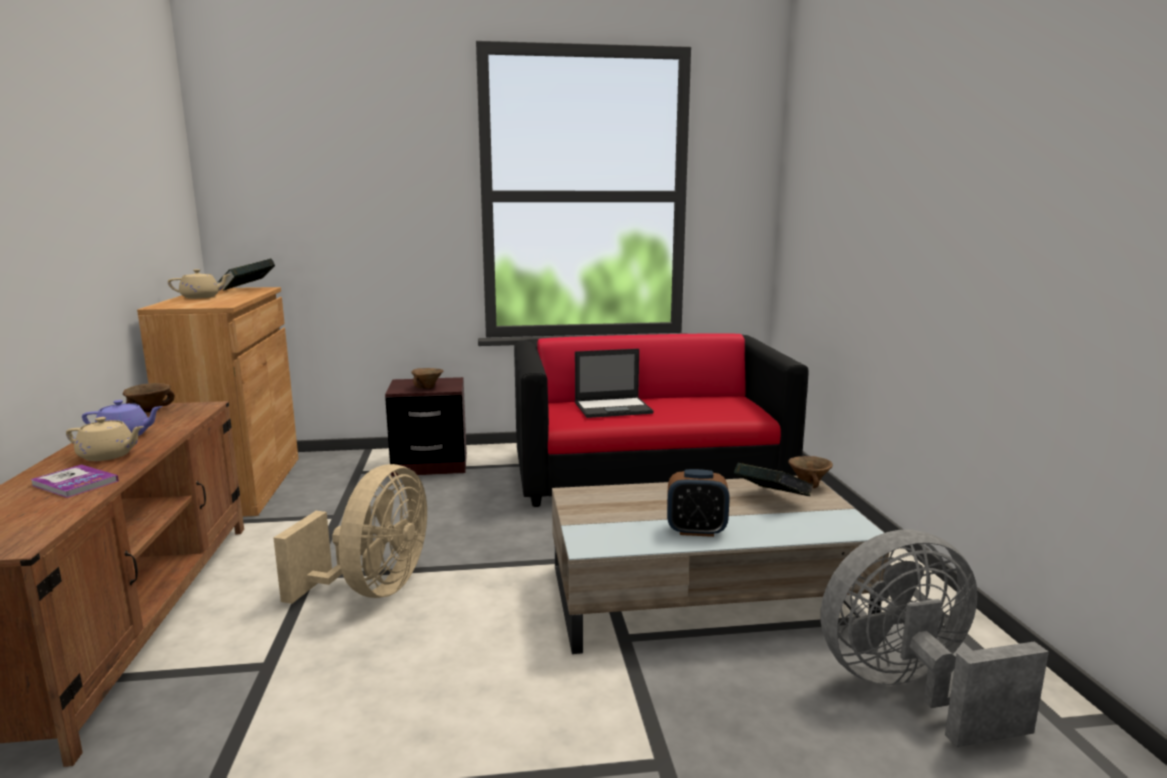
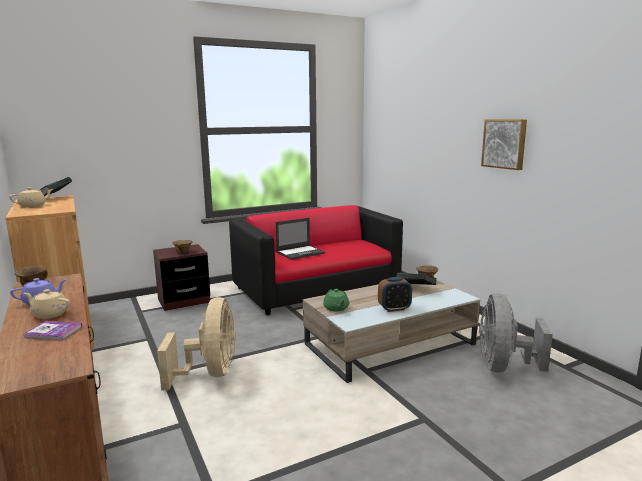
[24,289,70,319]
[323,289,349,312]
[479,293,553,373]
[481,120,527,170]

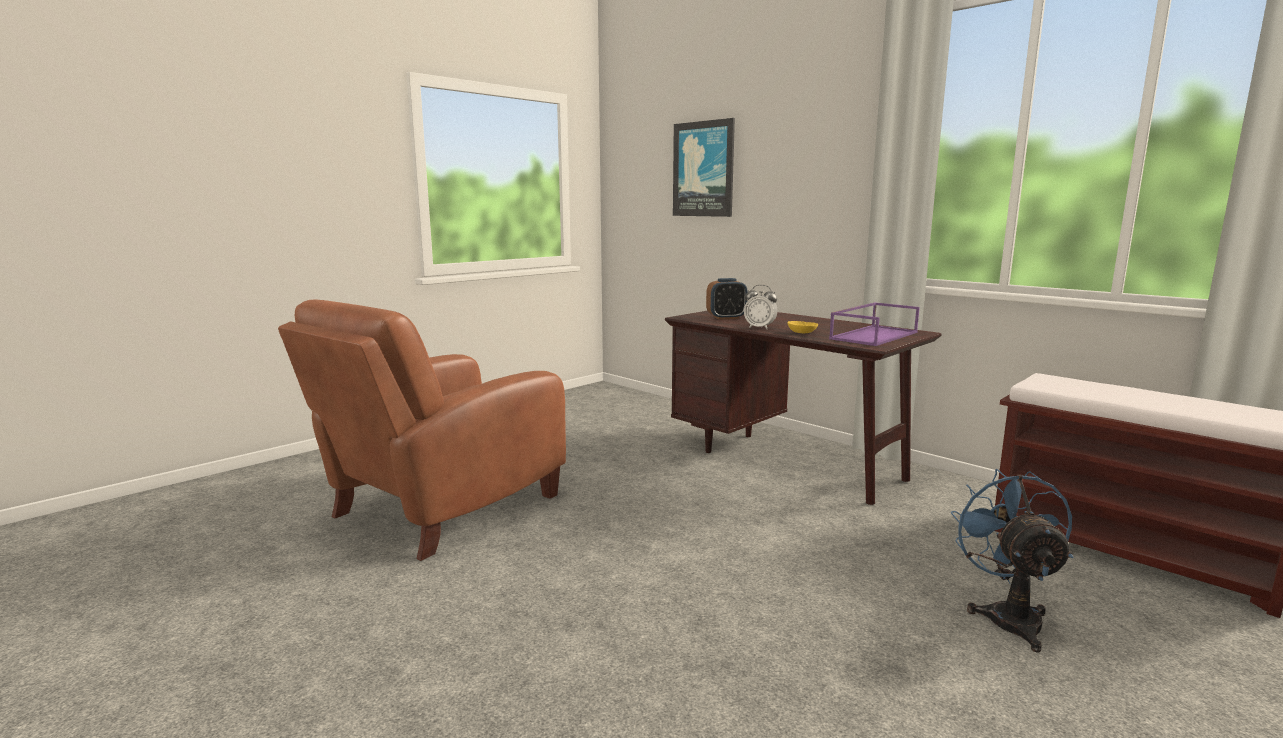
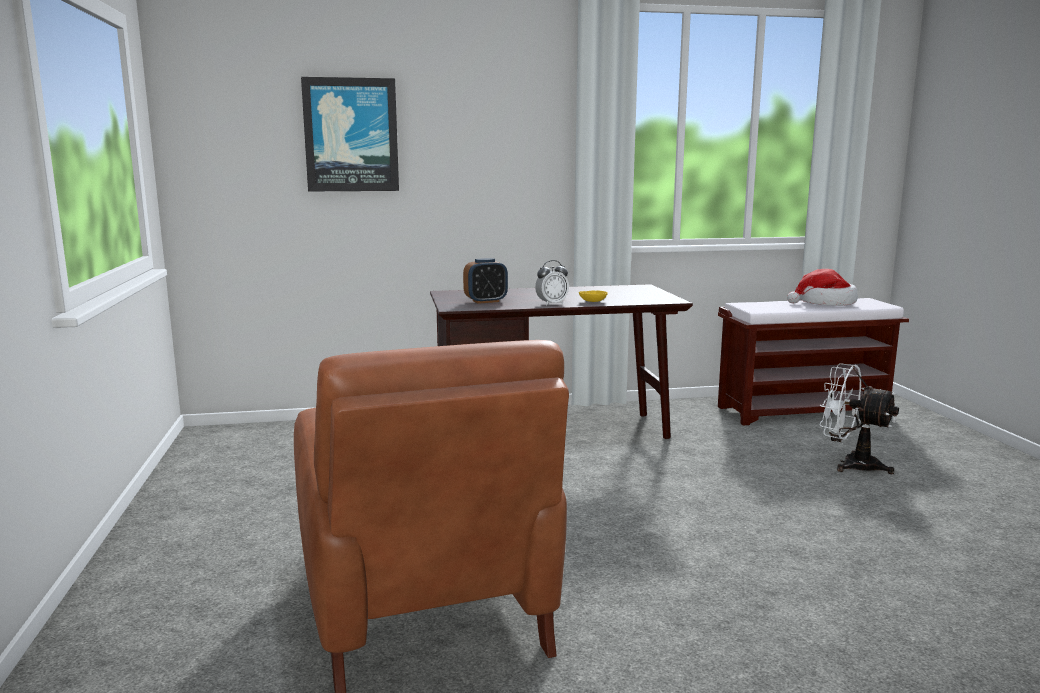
[463,258,508,304]
[787,269,858,306]
[820,363,899,474]
[829,302,920,346] (first image)

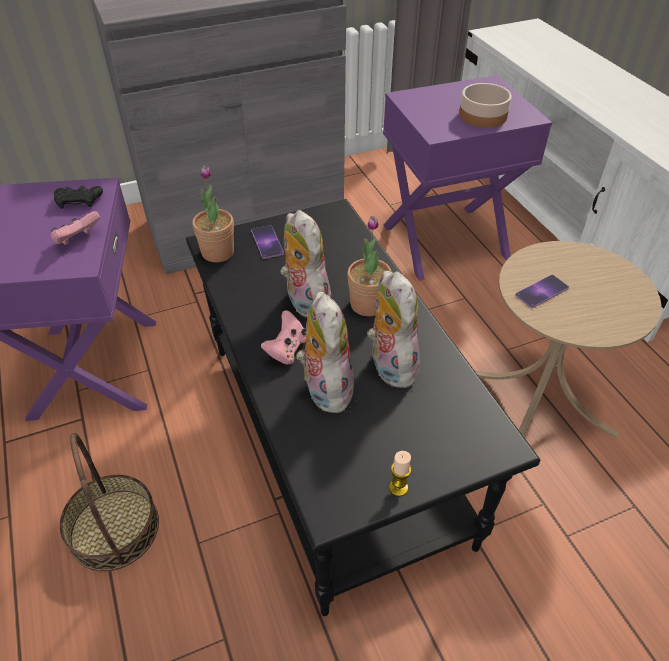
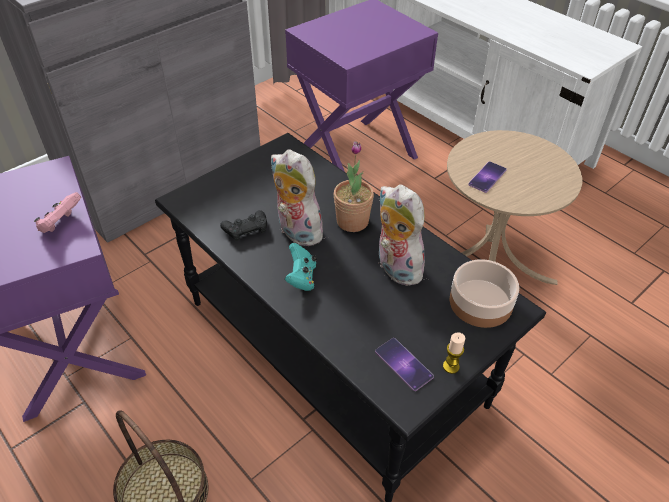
[220,210,267,241]
[285,243,317,291]
[375,338,434,391]
[450,259,519,328]
[192,166,234,263] (first image)
[296,292,354,413] (first image)

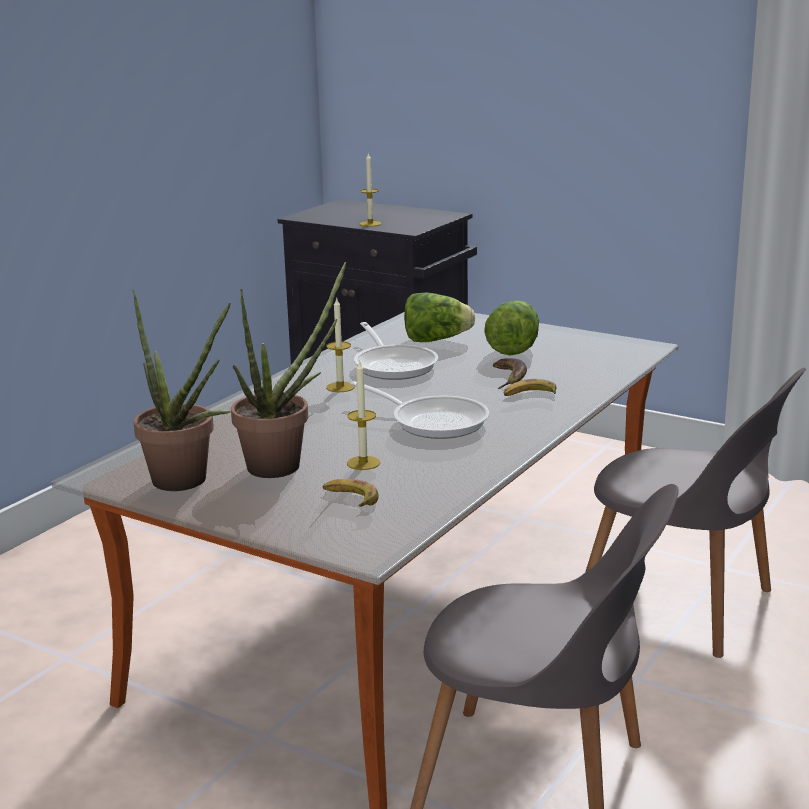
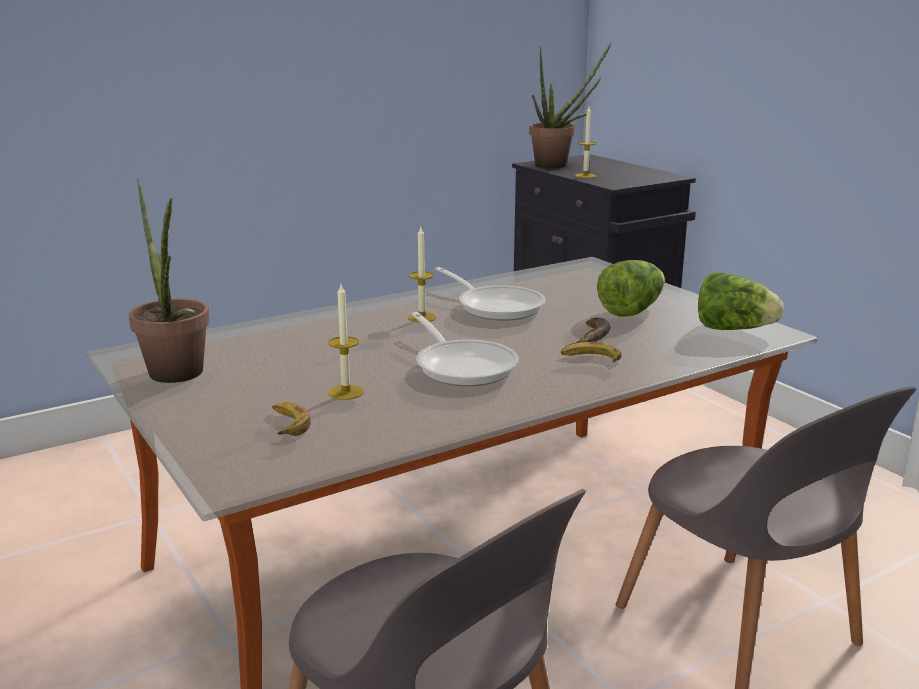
[435,267,546,321]
[529,43,611,168]
[698,272,784,330]

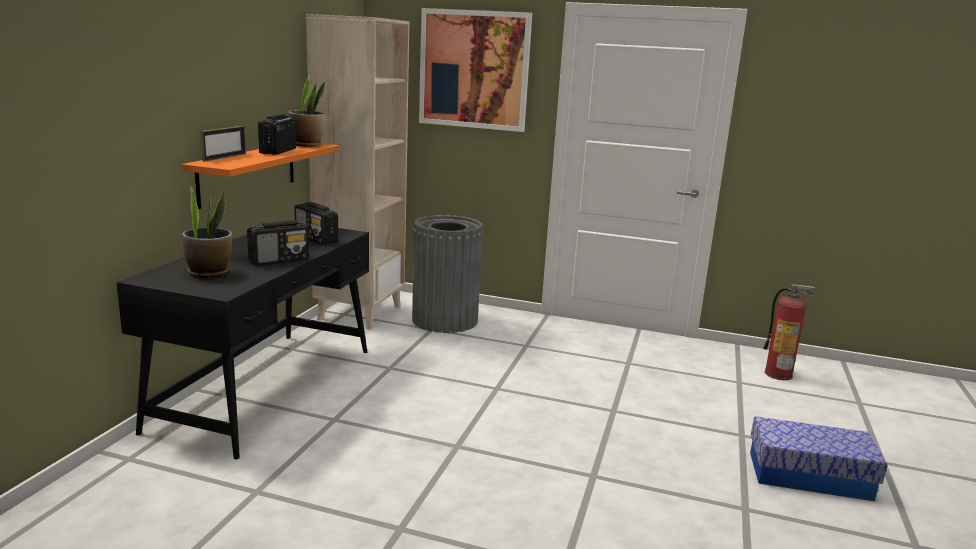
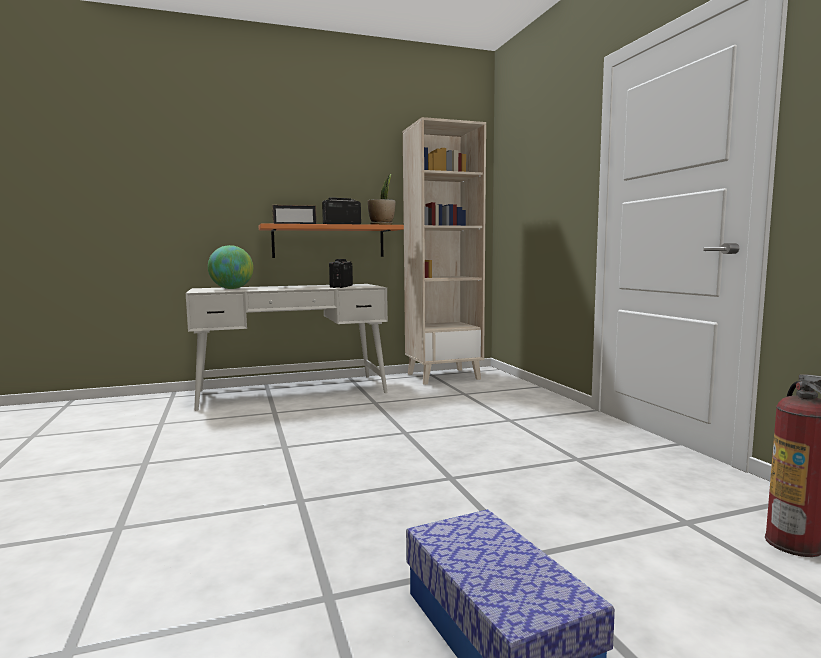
[186,284,388,411]
[208,245,253,289]
[247,220,309,266] (first image)
[412,215,483,333] (first image)
[419,8,532,132] (first image)

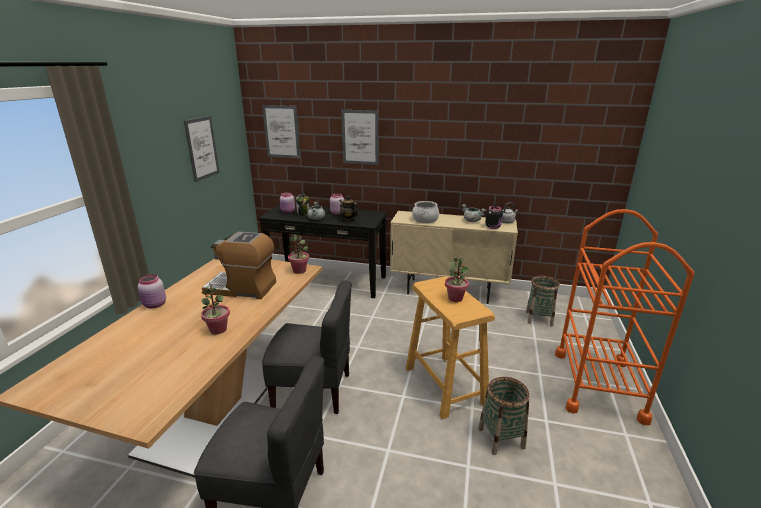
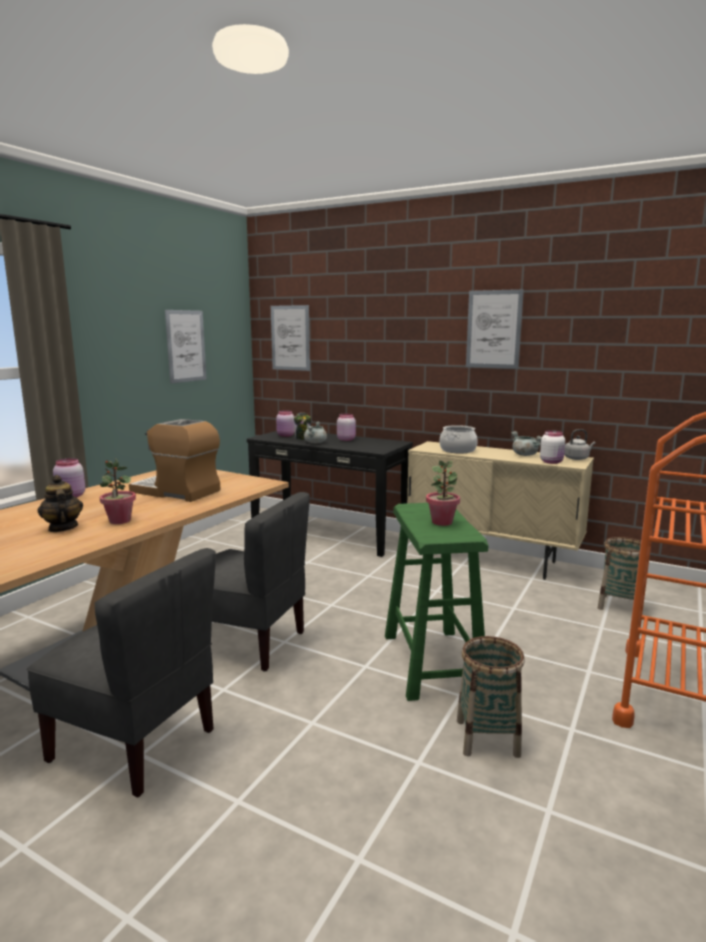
[37,475,83,532]
[385,503,489,701]
[466,289,524,369]
[540,430,565,464]
[288,234,309,274] (first image)

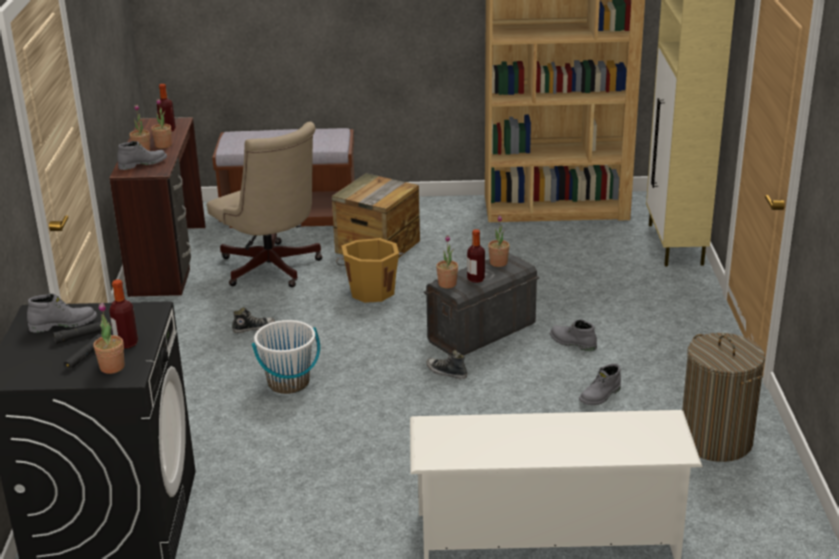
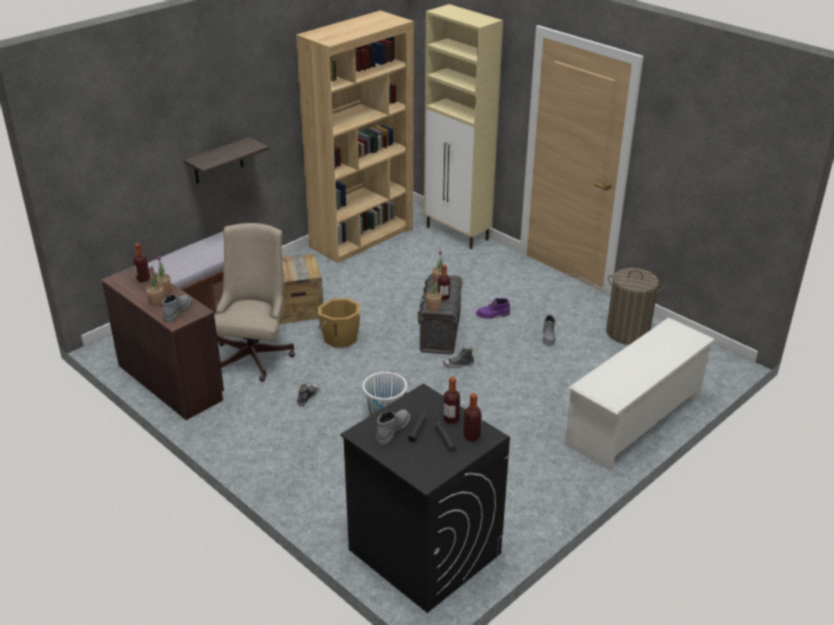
[184,137,269,184]
[214,223,295,382]
[464,393,482,441]
[476,298,510,319]

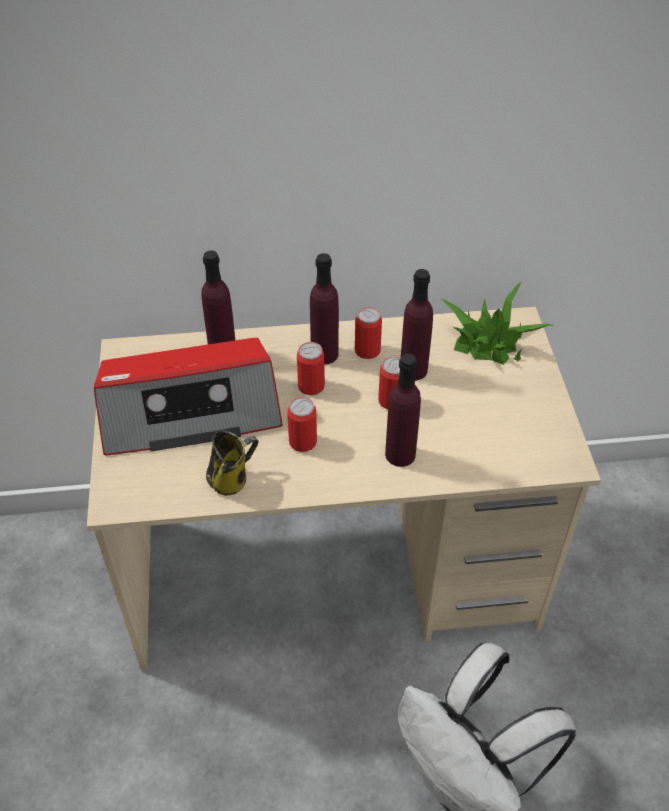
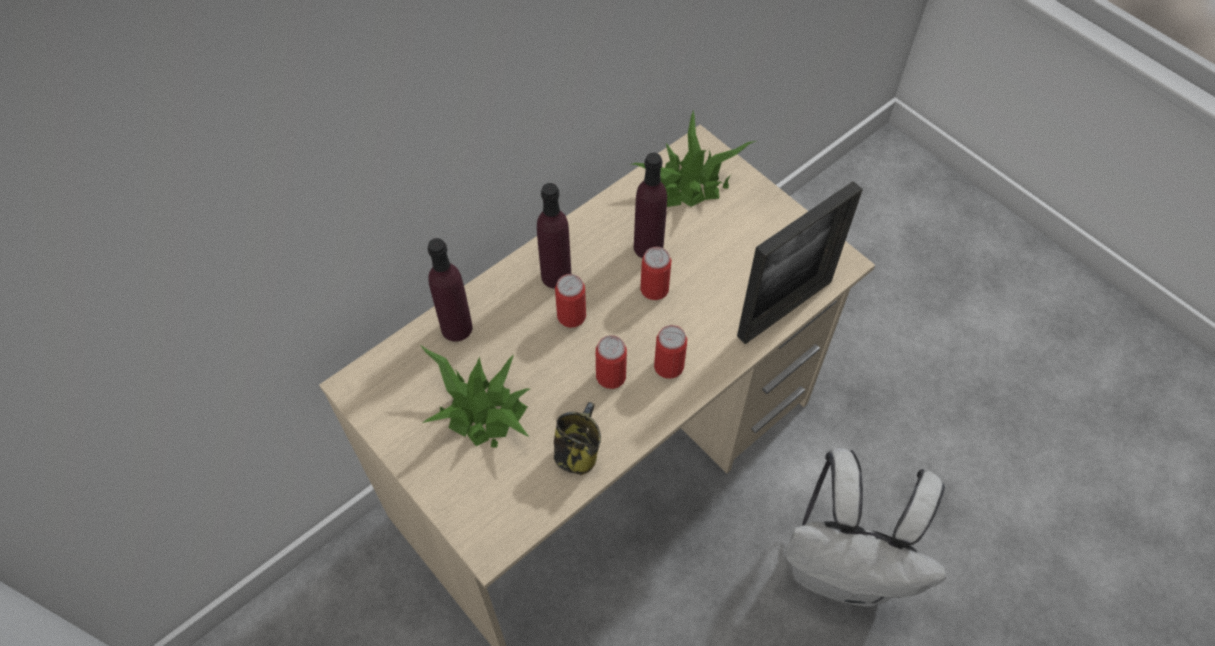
[420,345,530,448]
[654,325,687,379]
[737,181,863,344]
[385,354,421,467] (first image)

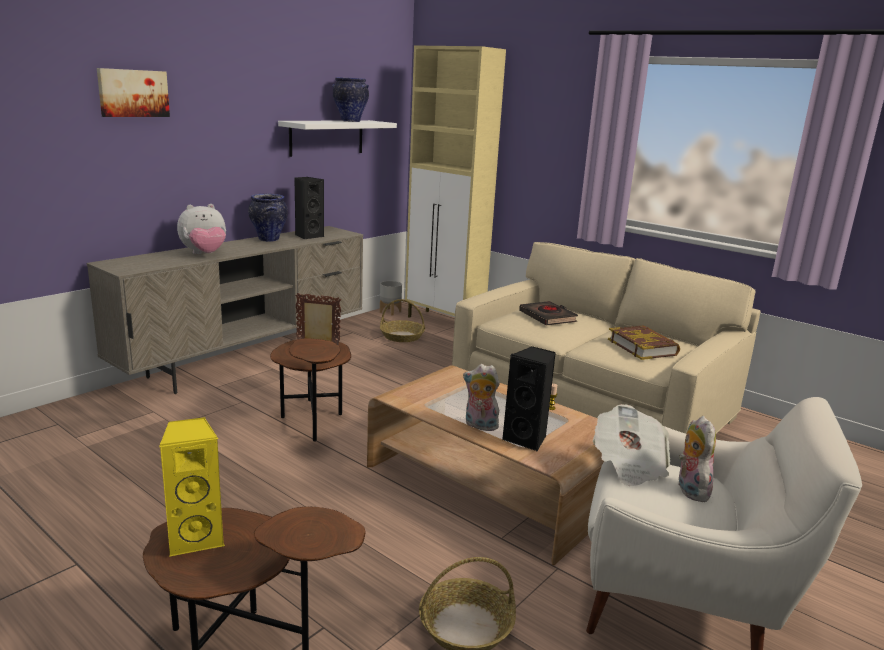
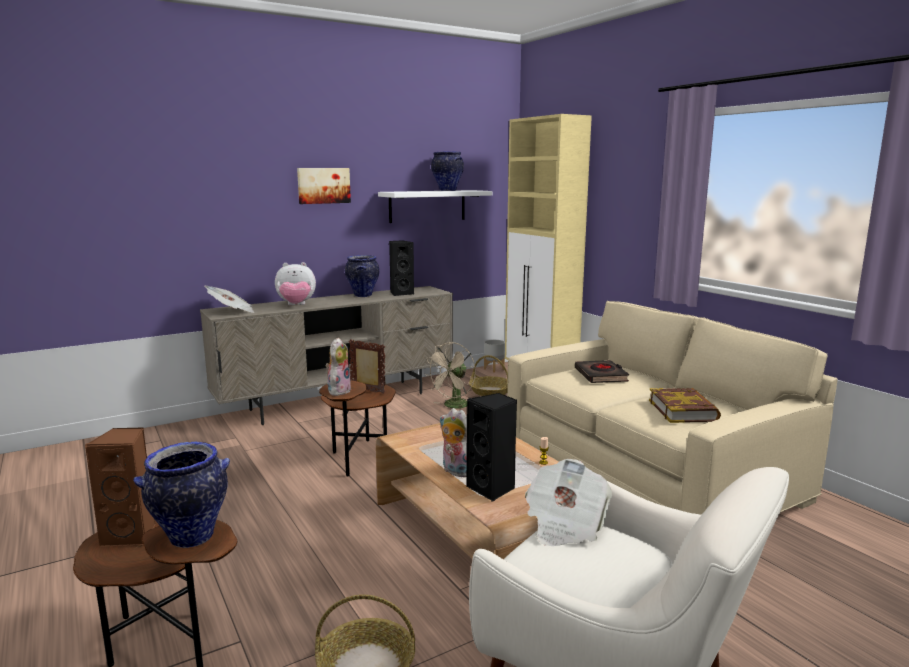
[84,428,156,547]
[133,442,230,548]
[205,286,254,313]
[297,168,351,204]
[325,338,352,396]
[425,342,476,409]

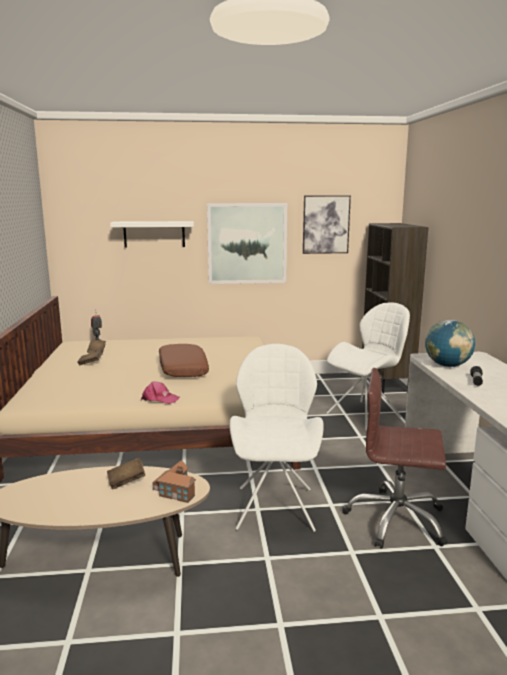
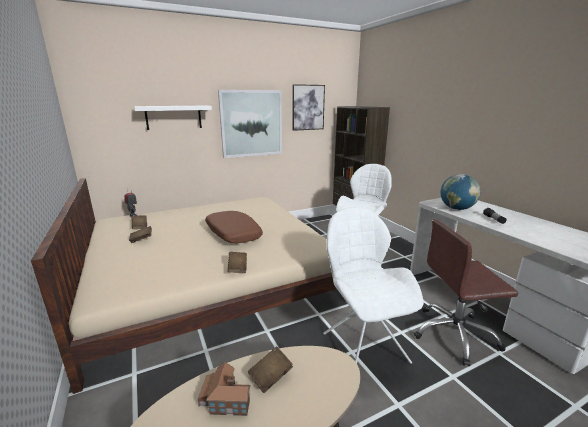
[198,362,250,416]
[228,252,247,273]

